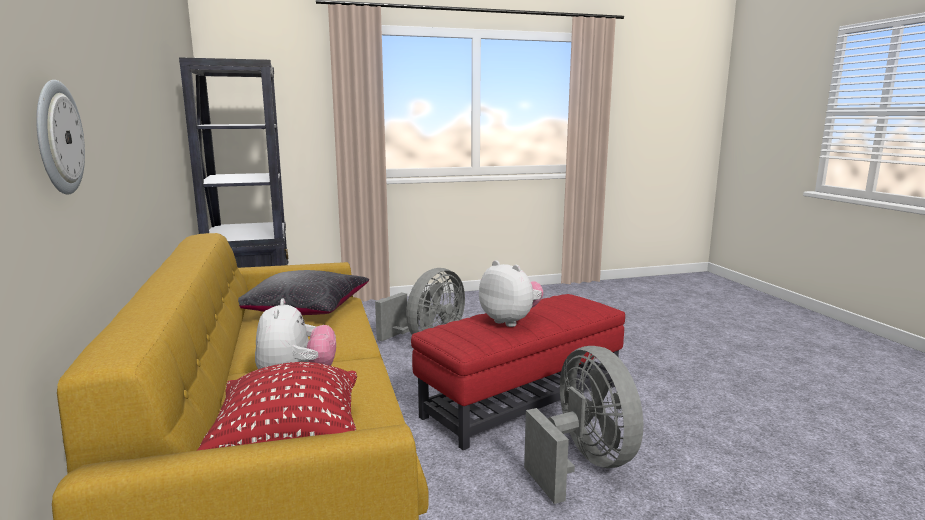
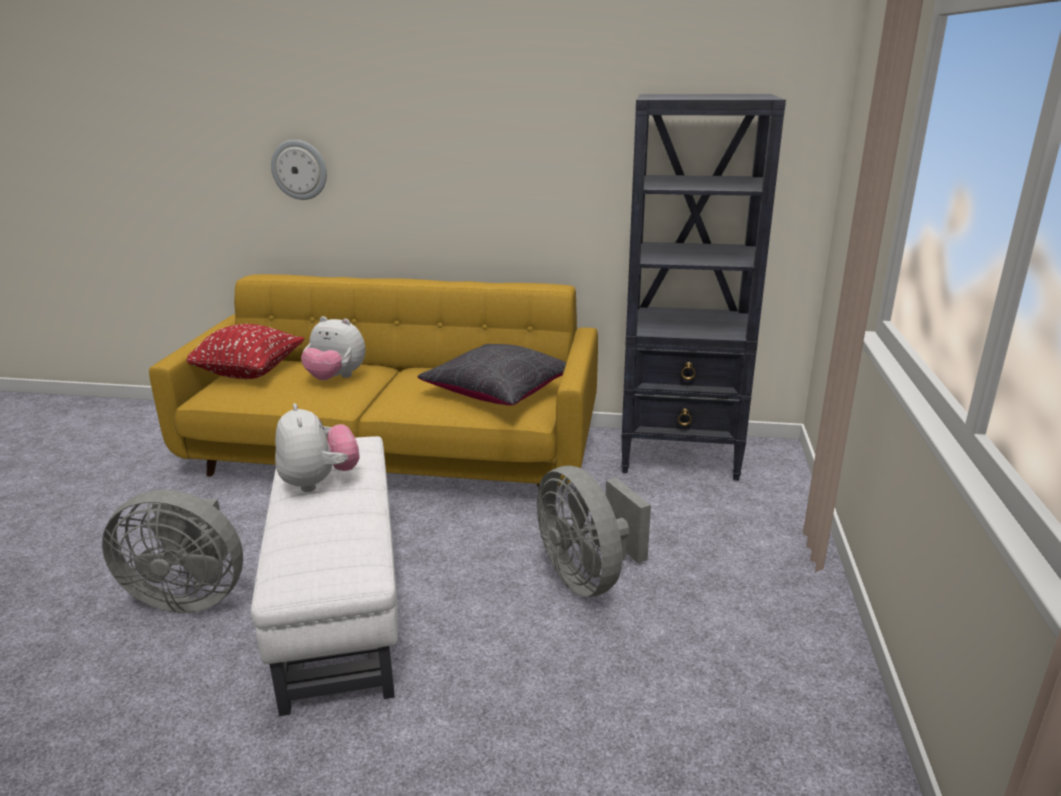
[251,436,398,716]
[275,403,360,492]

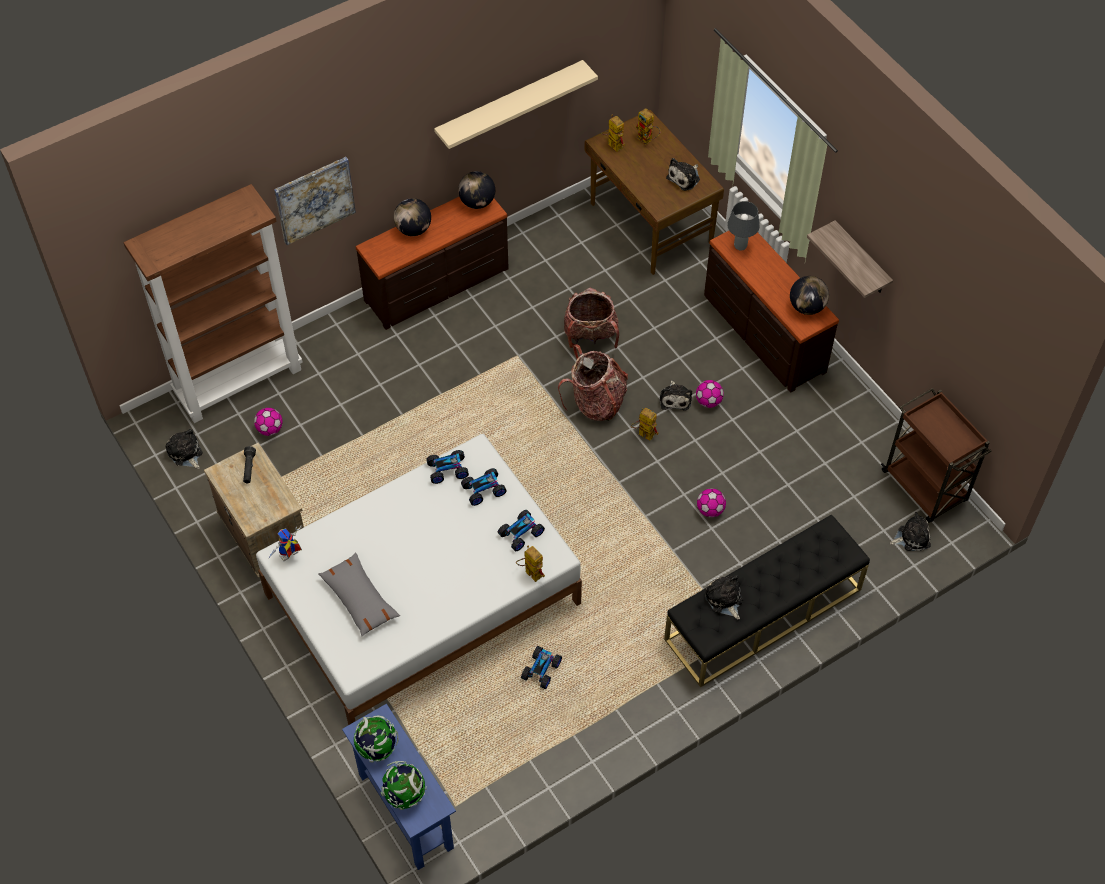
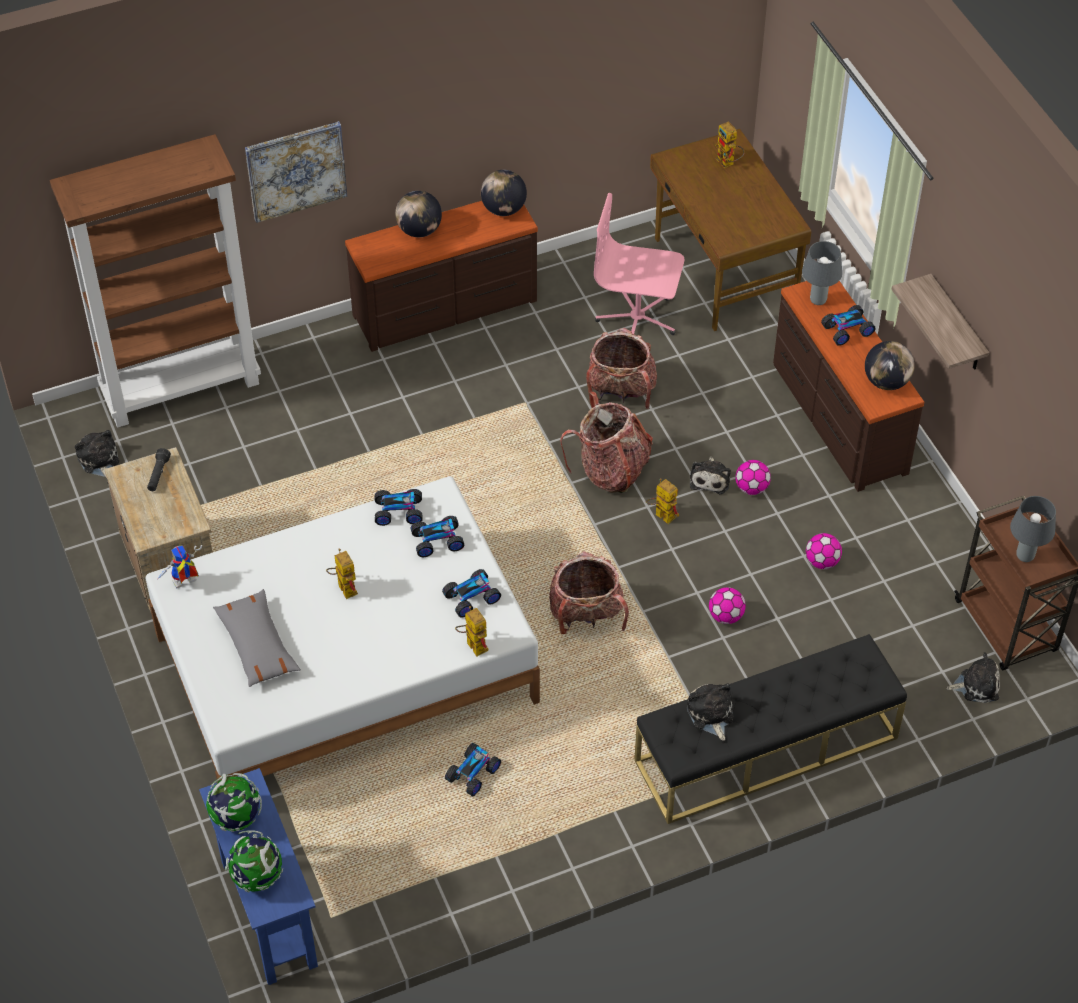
[326,549,358,599]
[549,551,629,634]
[594,193,684,335]
[806,533,842,569]
[821,305,876,346]
[1010,496,1056,562]
[434,60,598,149] (first image)
[666,158,700,191] (first image)

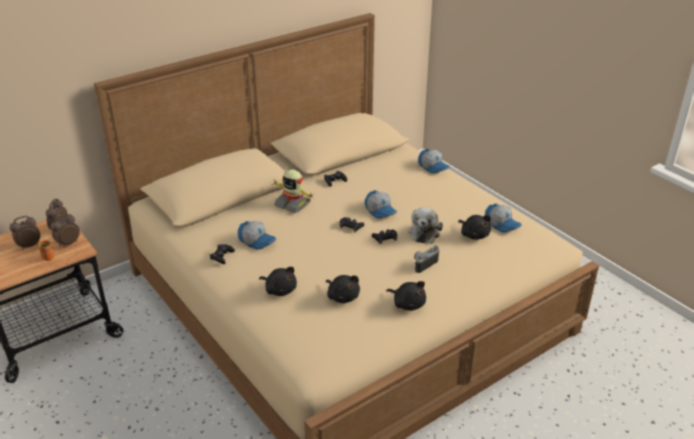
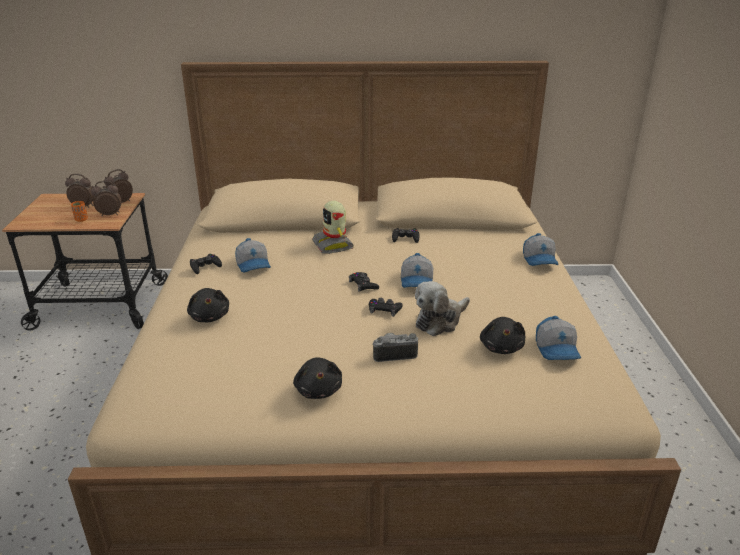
[326,275,360,303] (first image)

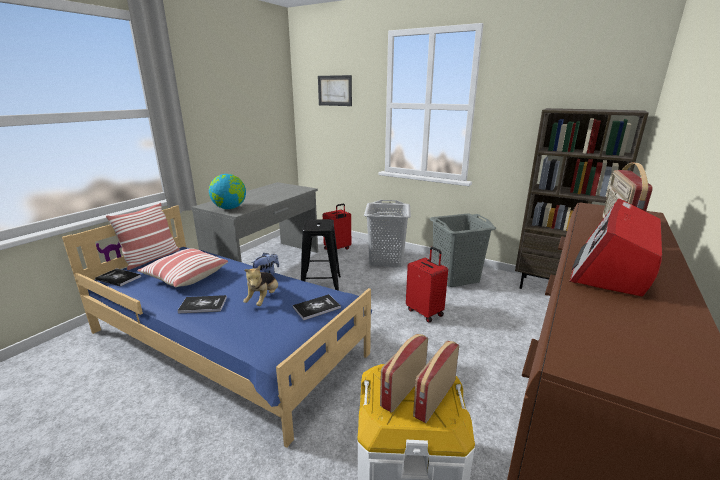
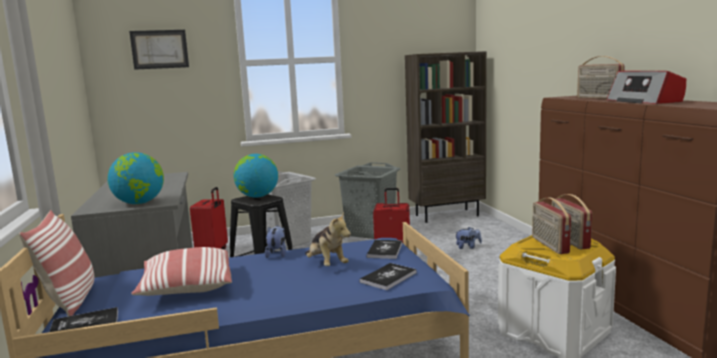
[234,154,278,198]
[359,263,417,290]
[456,227,482,249]

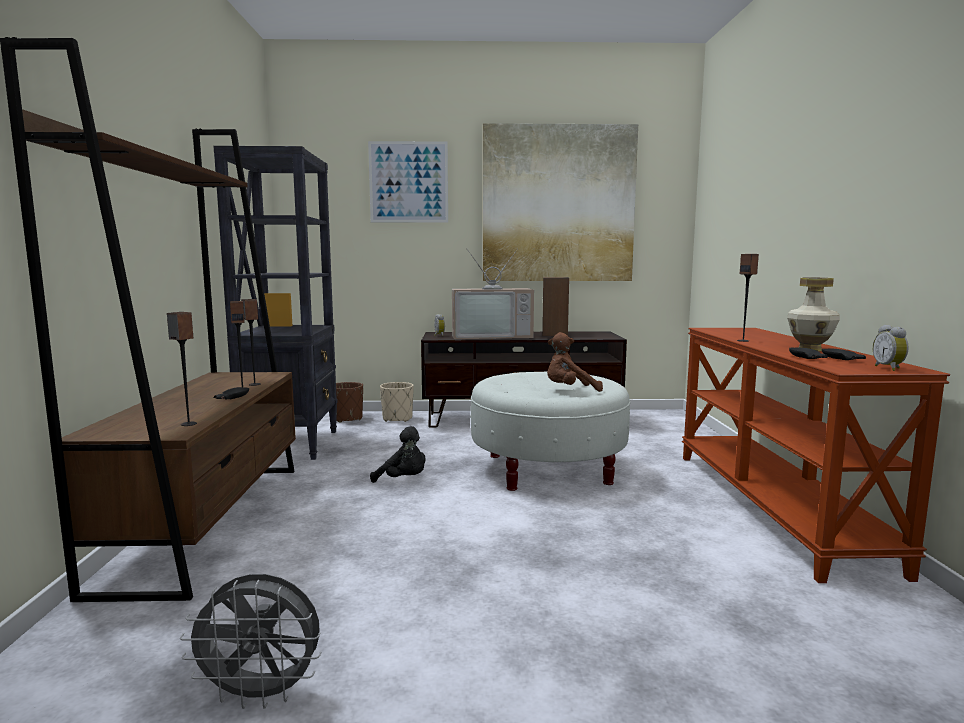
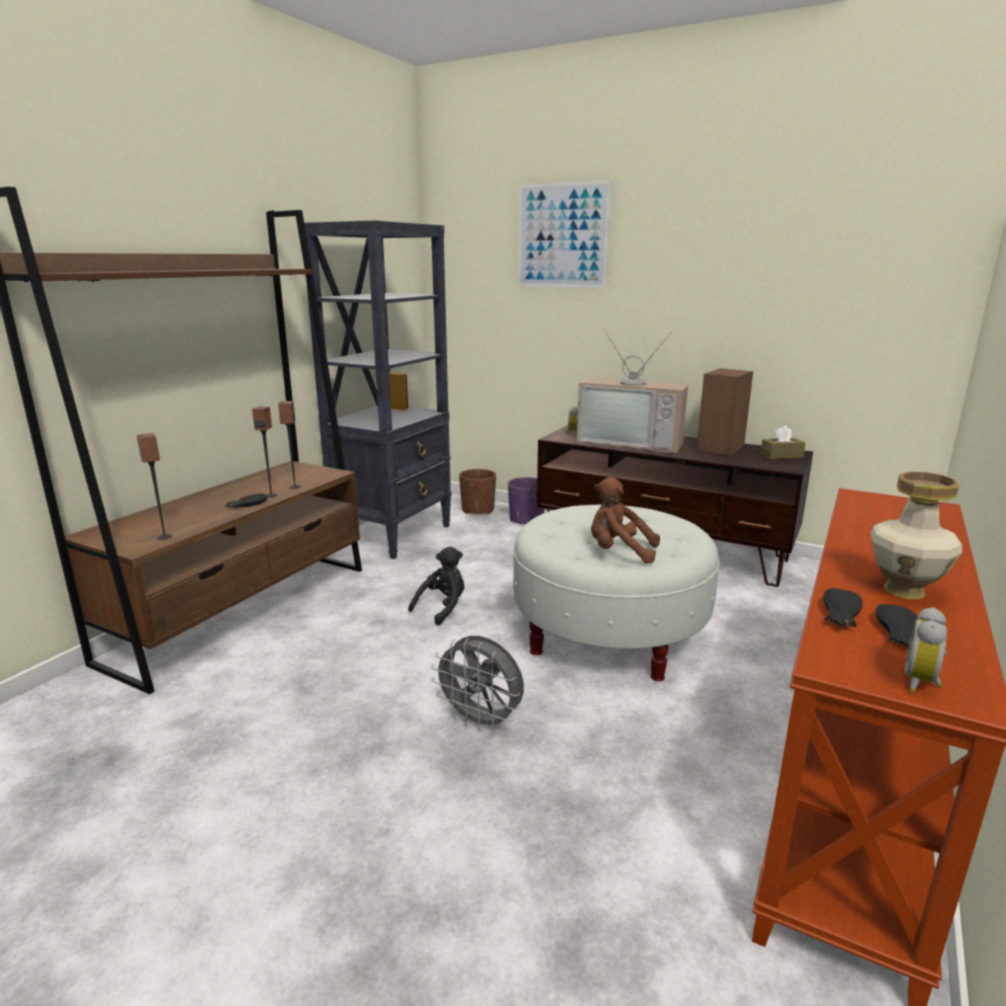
[408,547,465,625]
[431,636,524,732]
[508,477,544,524]
[760,425,806,459]
[483,123,638,281] (first image)
[737,254,759,342] (first image)

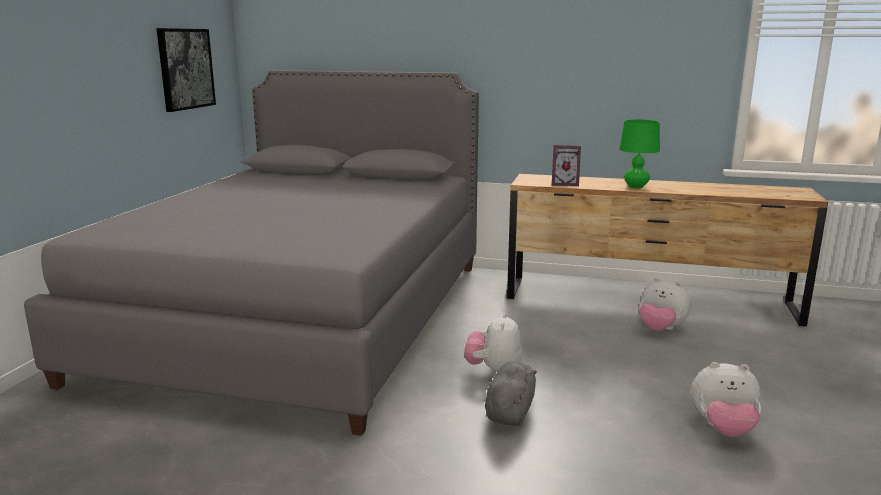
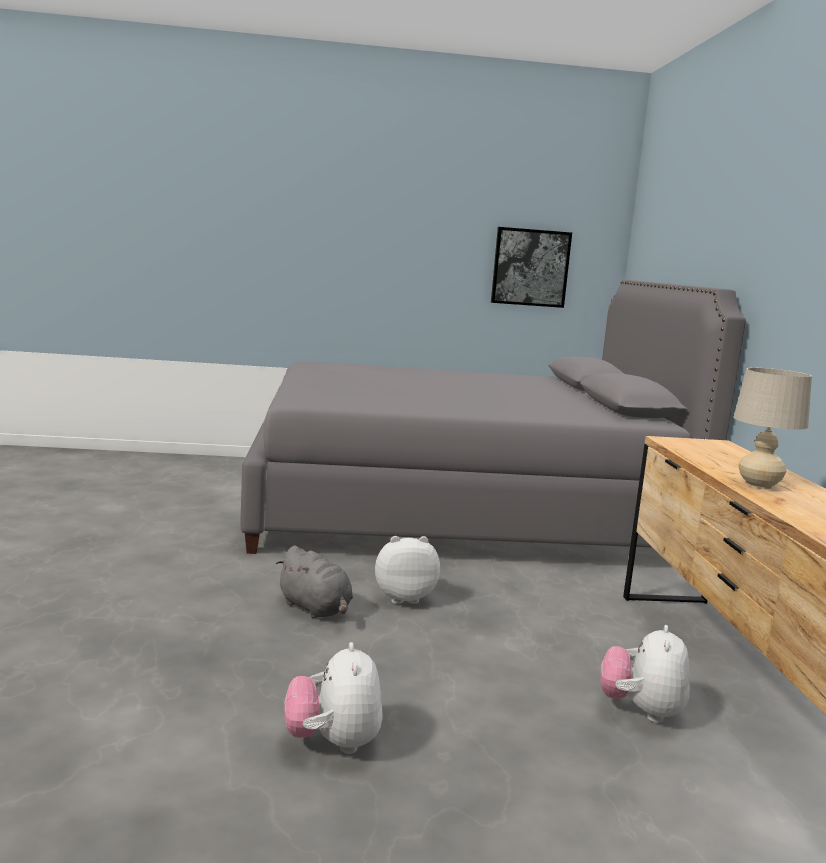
[276,546,353,619]
[734,368,812,489]
[552,145,581,187] (first image)

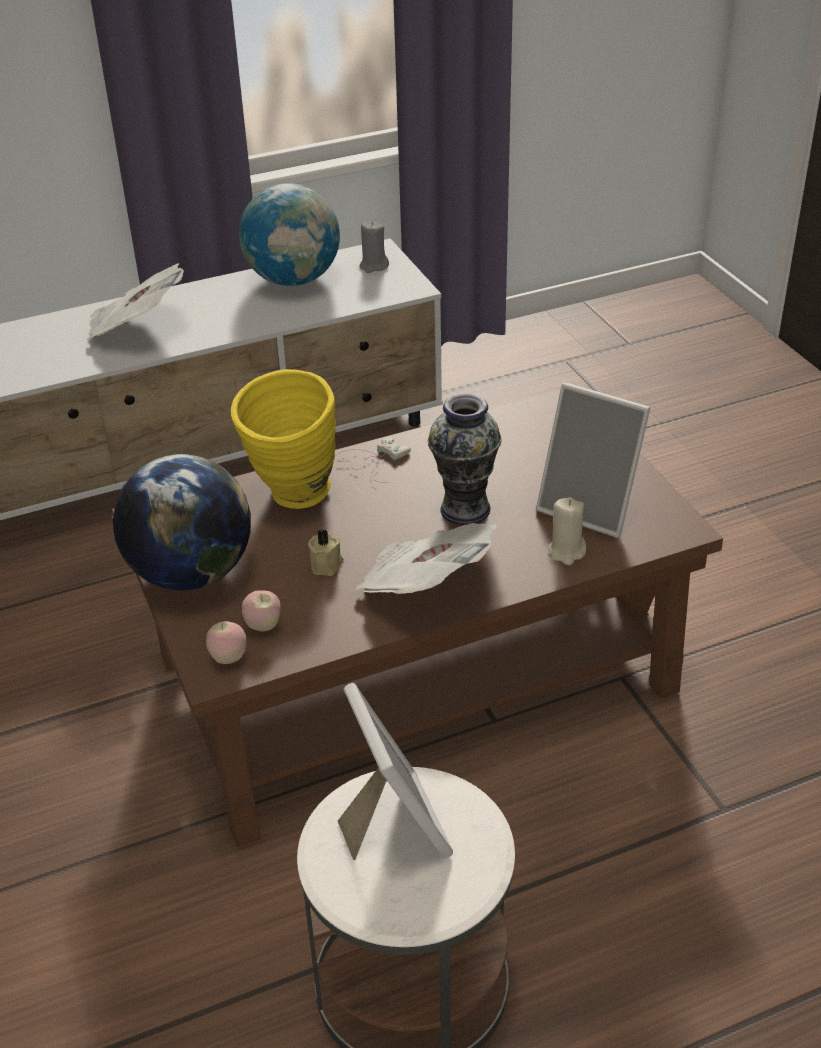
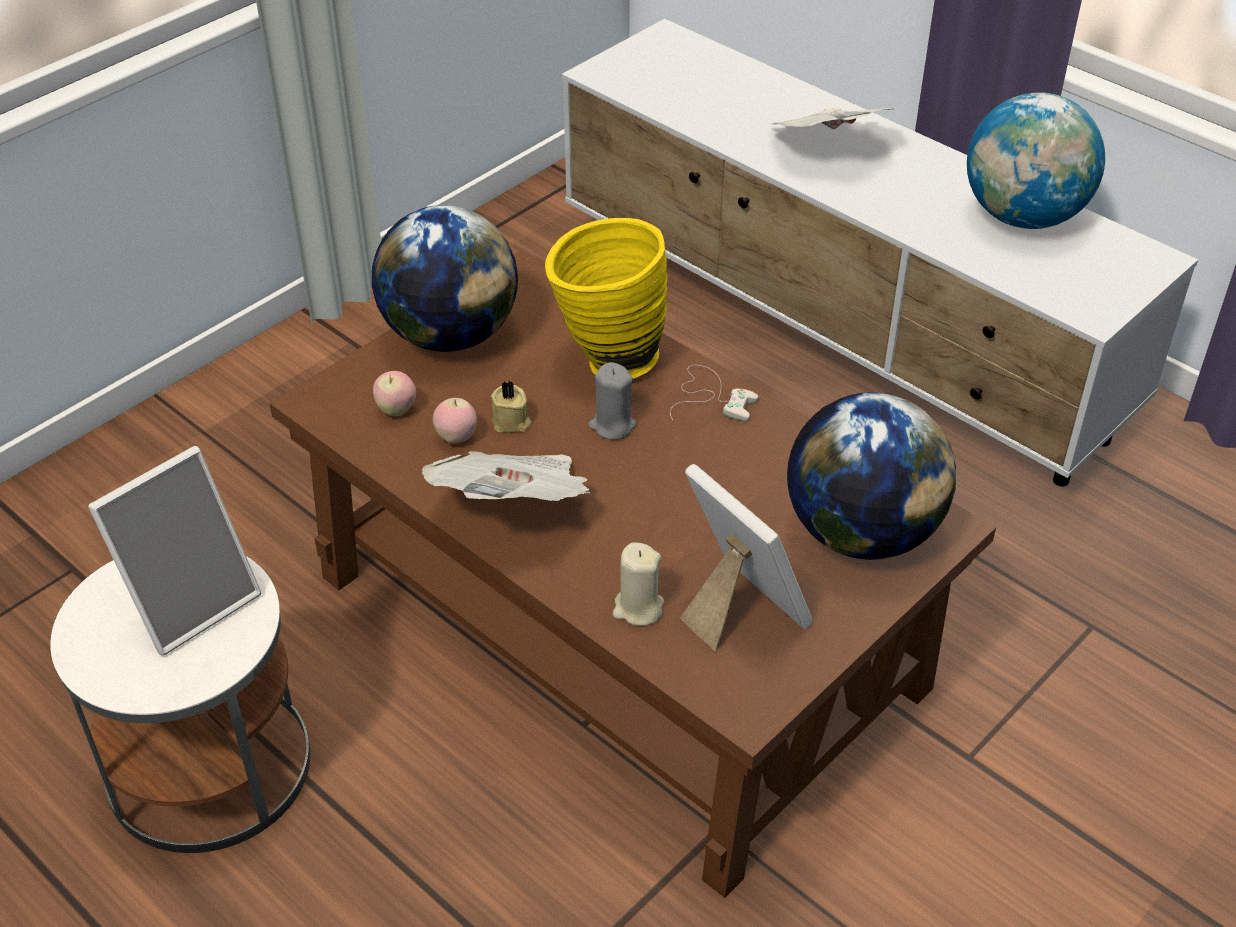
[433,398,477,443]
[588,362,637,440]
[680,464,813,652]
[787,392,956,560]
[428,393,501,525] (first image)

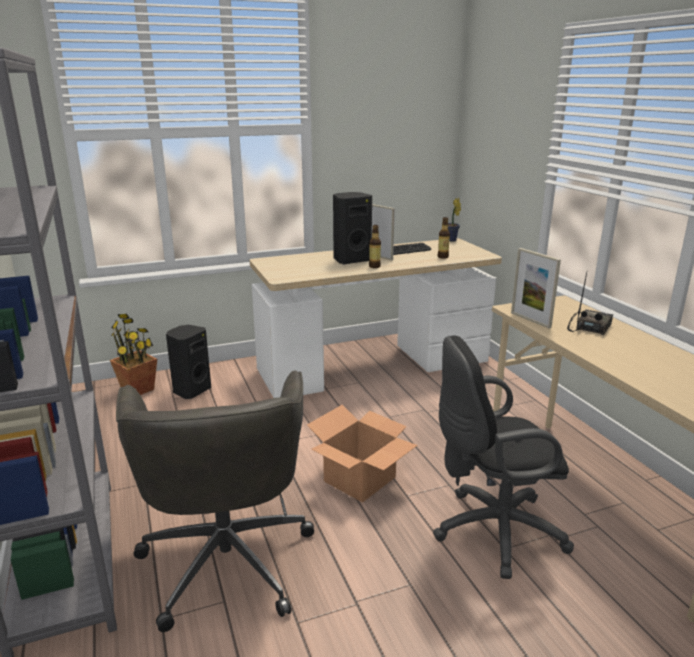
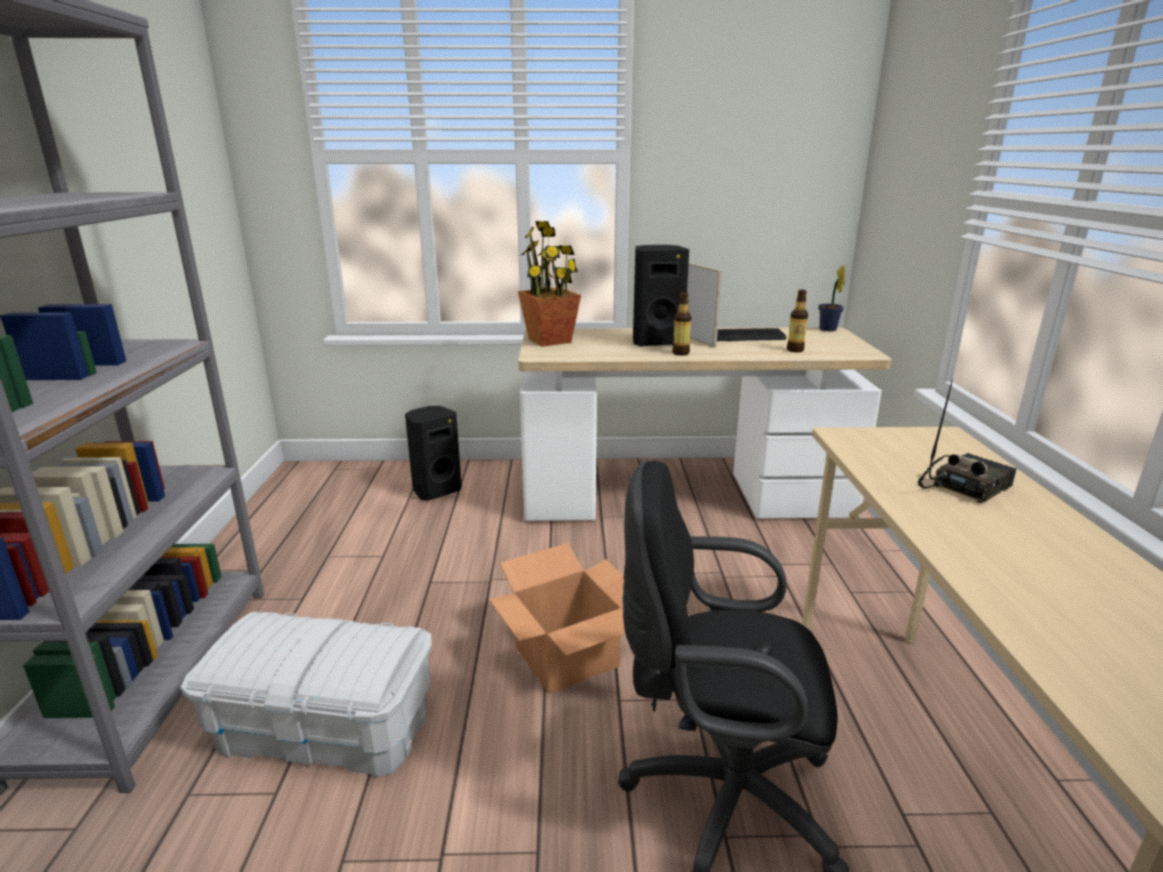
[180,612,432,777]
[518,221,581,347]
[511,248,561,329] (first image)

